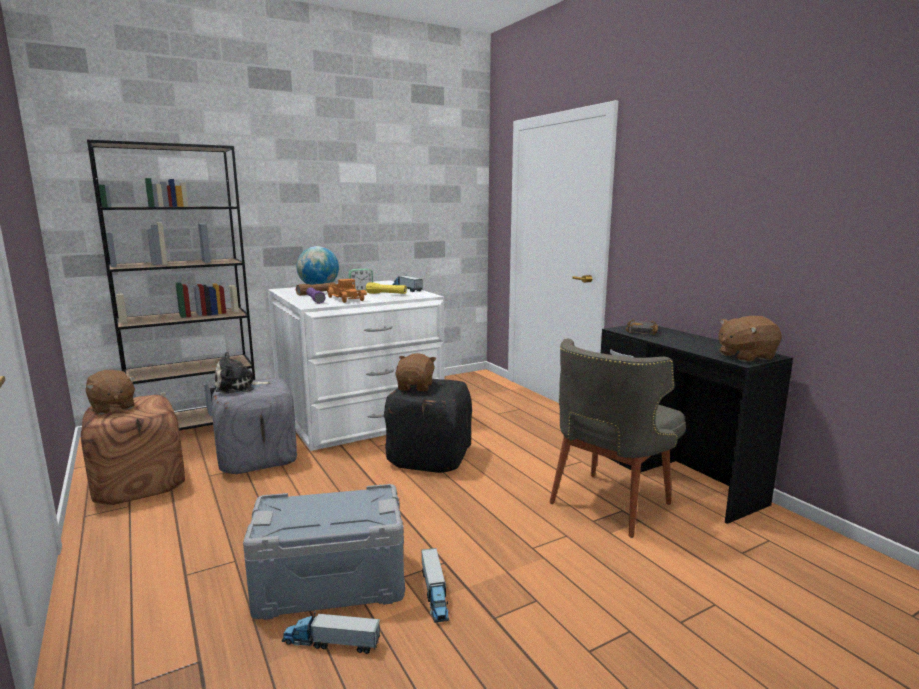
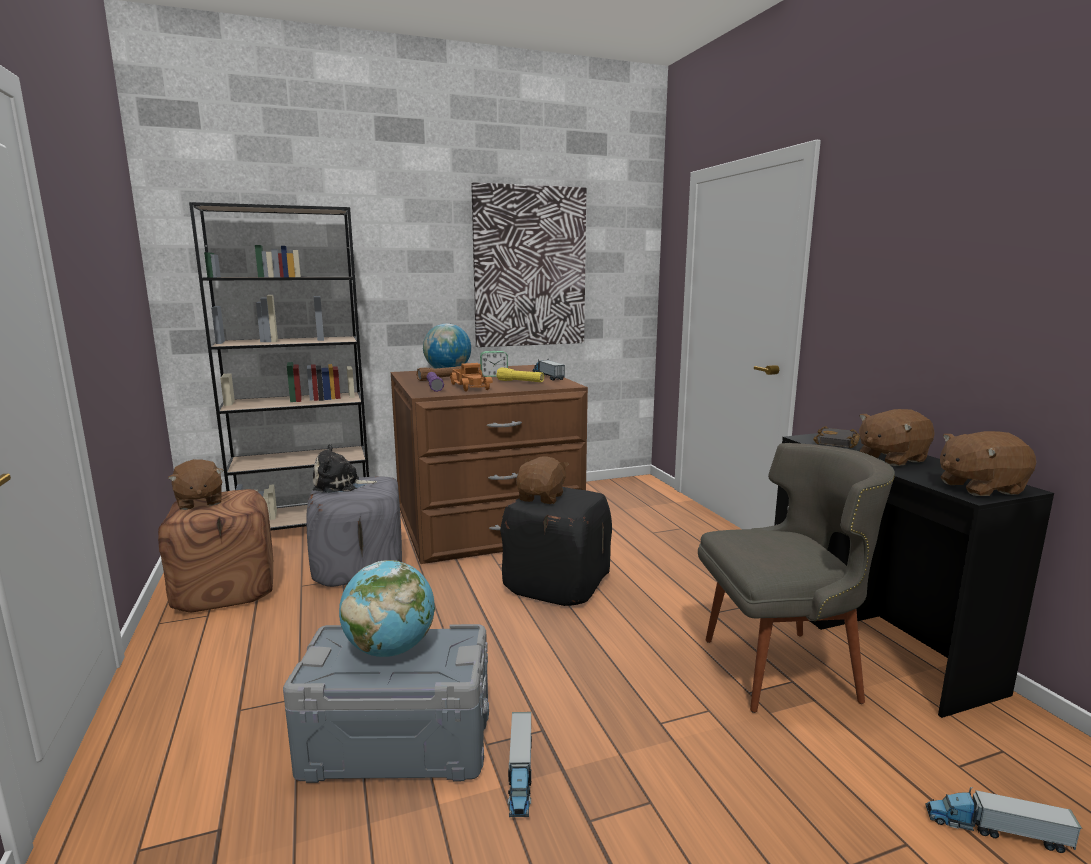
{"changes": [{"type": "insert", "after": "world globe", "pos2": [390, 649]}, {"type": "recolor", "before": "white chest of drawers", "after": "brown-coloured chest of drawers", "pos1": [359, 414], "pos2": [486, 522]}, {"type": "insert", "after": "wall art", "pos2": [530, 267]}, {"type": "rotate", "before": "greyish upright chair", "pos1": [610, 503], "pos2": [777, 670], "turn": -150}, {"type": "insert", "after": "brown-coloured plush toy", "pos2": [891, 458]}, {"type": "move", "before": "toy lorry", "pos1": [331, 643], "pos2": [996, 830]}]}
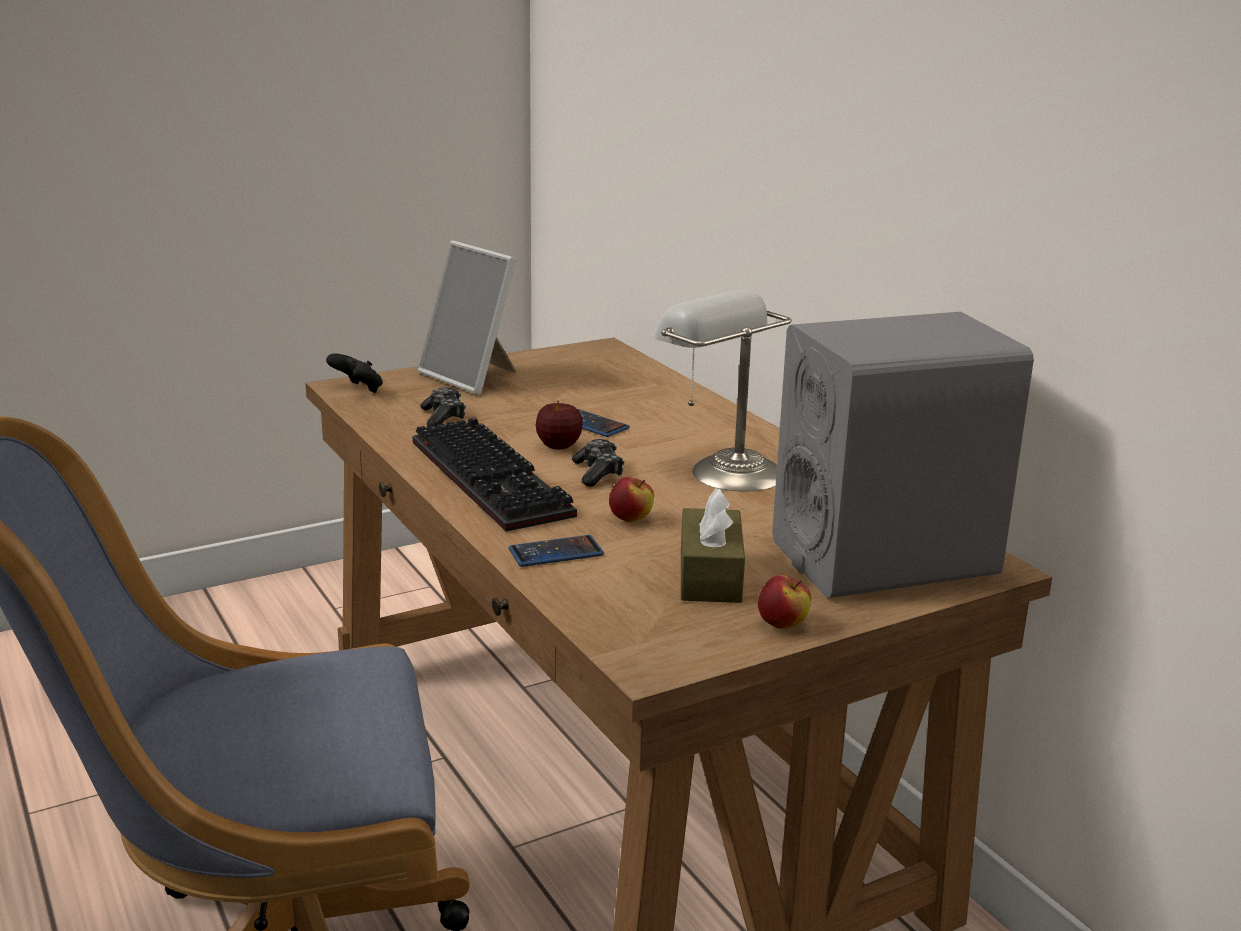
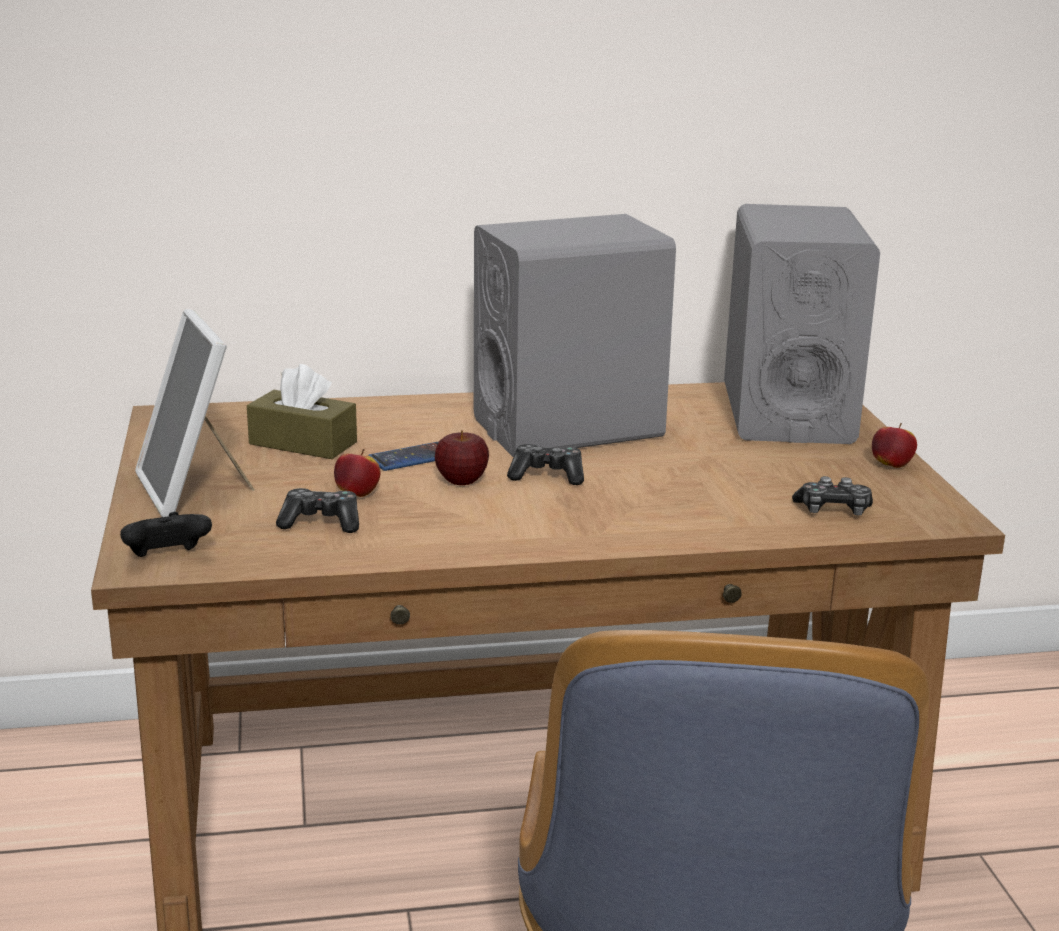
{"changes": [{"type": "rotate", "before": "standing frame", "pos1": [473, 377], "pos2": [194, 490], "turn": 90}, {"type": "move", "before": "brown-coloured box of tissues", "pos1": [710, 575], "pos2": [303, 443]}, {"type": "move", "before": "apple fruit", "pos1": [631, 519], "pos2": [357, 494]}, {"type": "replace", "before": "white lamp for a table", "after": "greyish audio speaker", "pos1": [721, 467], "pos2": [568, 428]}, {"type": "insert", "after": "joypad", "pos2": [833, 510]}, {"type": "delete", "before": "keyboard", "pos1": [496, 479]}, {"type": "delete", "before": "handset", "pos1": [556, 552]}]}
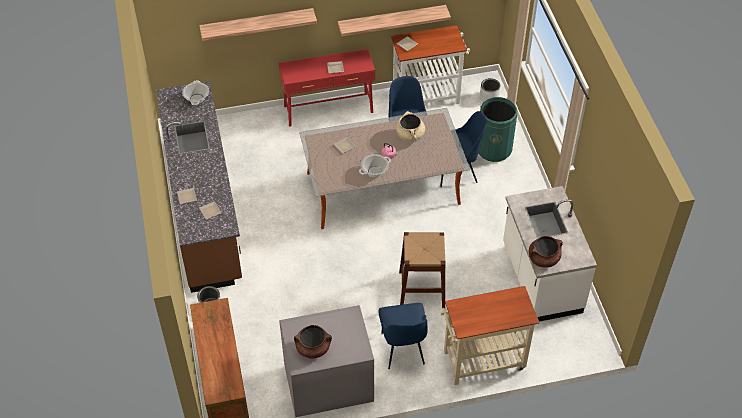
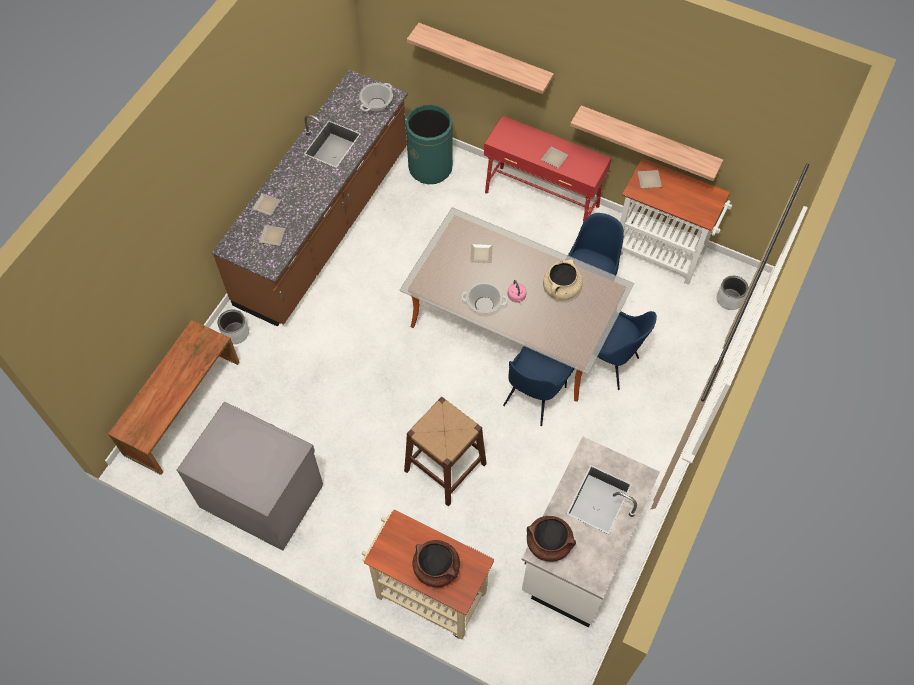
{"changes": [{"type": "move", "before": "green-coloured rubbish bin", "pos1": [494, 149], "pos2": [430, 168]}, {"type": "move", "before": "brown-coloured stockpot", "pos1": [313, 348], "pos2": [436, 568]}, {"type": "move", "before": "bluish upright chair", "pos1": [403, 349], "pos2": [534, 397]}]}
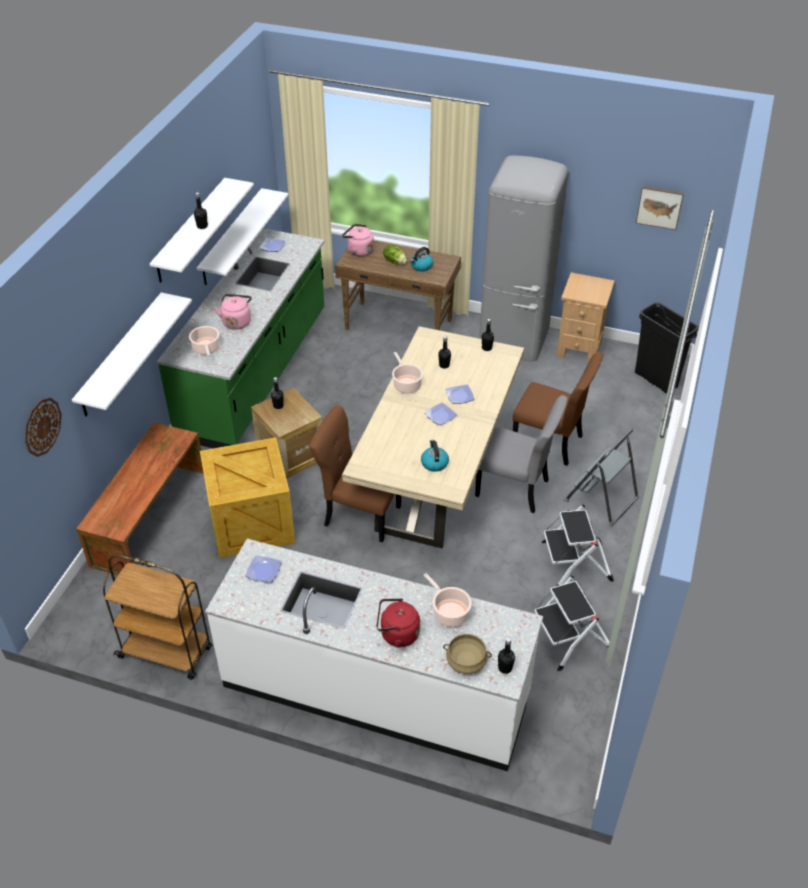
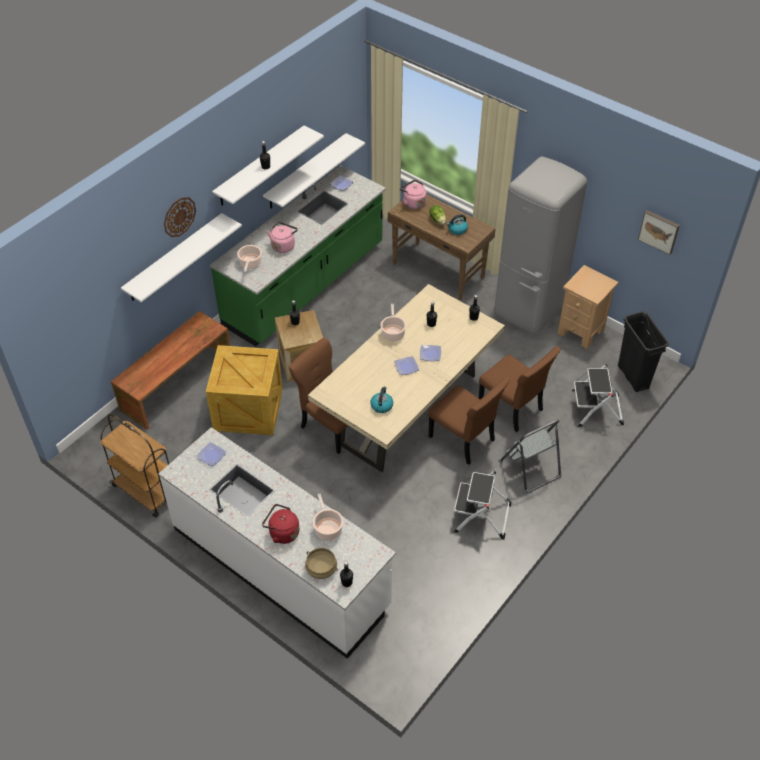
{"changes": [{"type": "move", "before": "clock on the wall", "pos1": [42, 426], "pos2": [179, 216]}, {"type": "recolor", "before": "greyish upright chair", "after": "brown-coloured upright chair", "pos1": [515, 489], "pos2": [463, 440]}, {"type": "move", "before": "stepladder", "pos1": [570, 636], "pos2": [596, 408]}]}
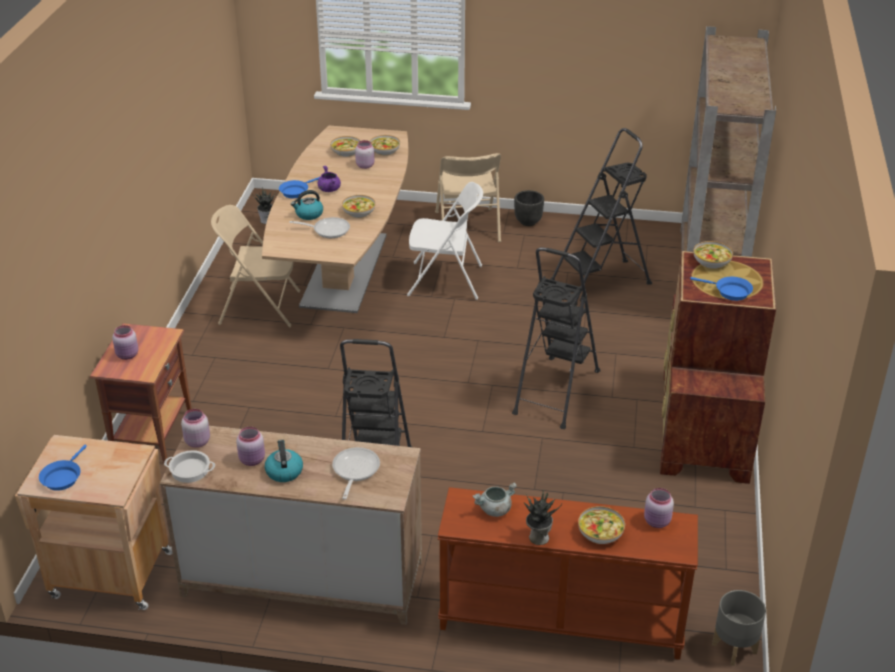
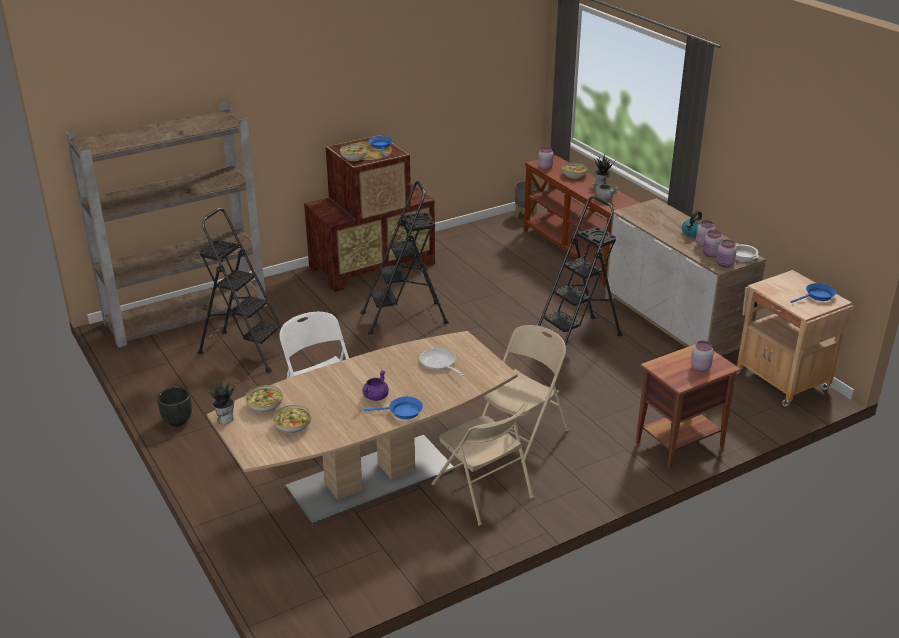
{"changes": [{"type": "move", "before": "potted plant", "pos1": [267, 221], "pos2": [225, 418]}, {"type": "move", "before": "beige upright chair", "pos1": [467, 227], "pos2": [522, 433]}, {"type": "move", "before": "pink-coloured storage jar", "pos1": [365, 165], "pos2": [711, 255]}, {"type": "delete", "before": "water kettle", "pos1": [308, 214]}, {"type": "delete", "before": "pan", "pos1": [354, 471]}, {"type": "delete", "before": "deep dish", "pos1": [358, 212]}]}
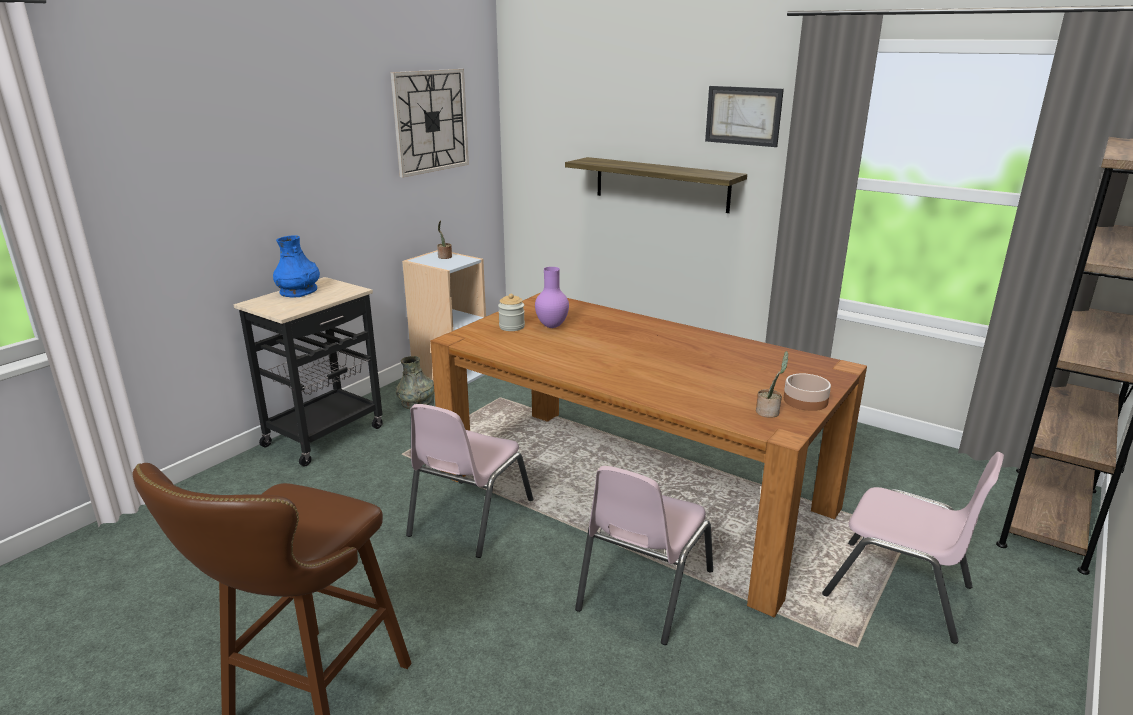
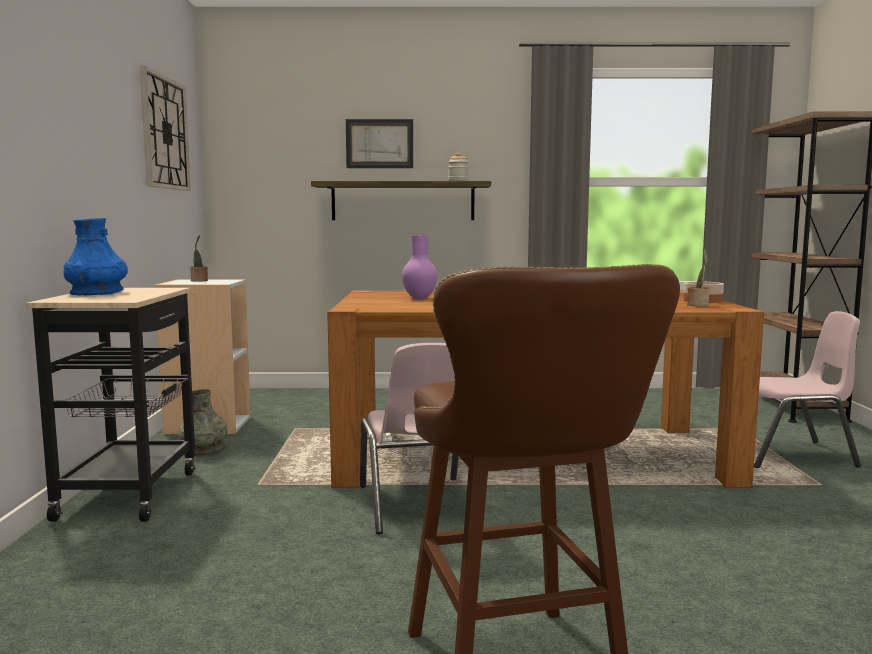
{"changes": [{"type": "move", "before": "wall art", "pos1": [743, 116], "pos2": [379, 144]}, {"type": "move", "before": "storage jar", "pos1": [511, 327], "pos2": [458, 181]}, {"type": "delete", "before": "pink-coloured upright chair", "pos1": [643, 590]}]}
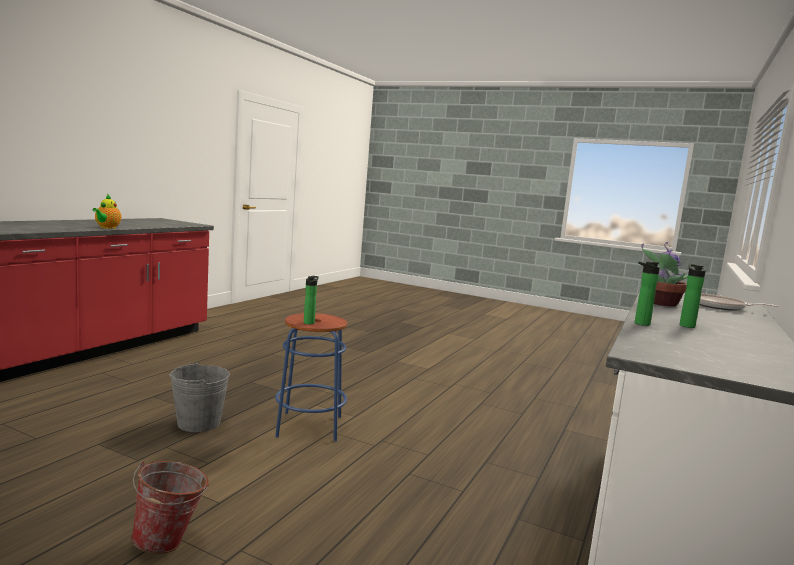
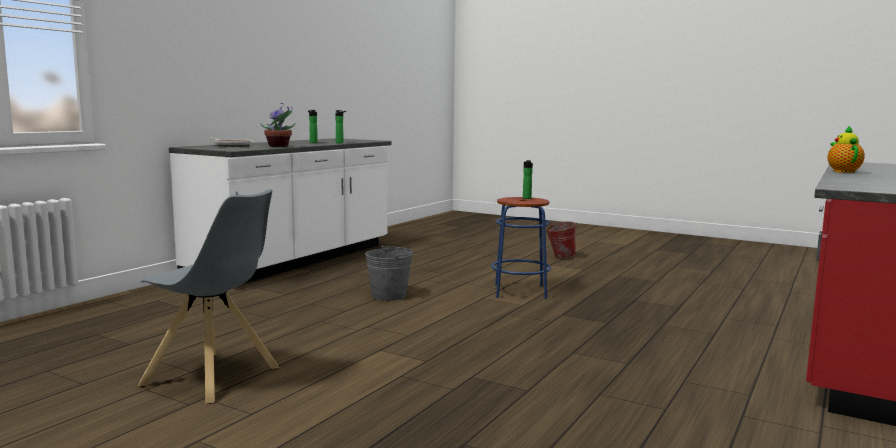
{"changes": [{"type": "insert", "after": "greyish upright chair", "pos2": [214, 377]}, {"type": "move", "before": "greyish bucket", "pos1": [199, 423], "pos2": [389, 295]}]}
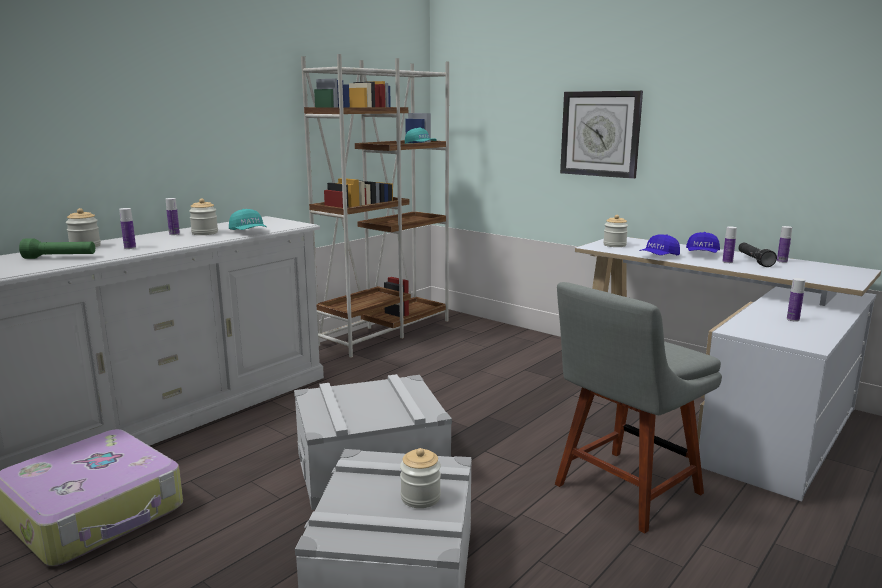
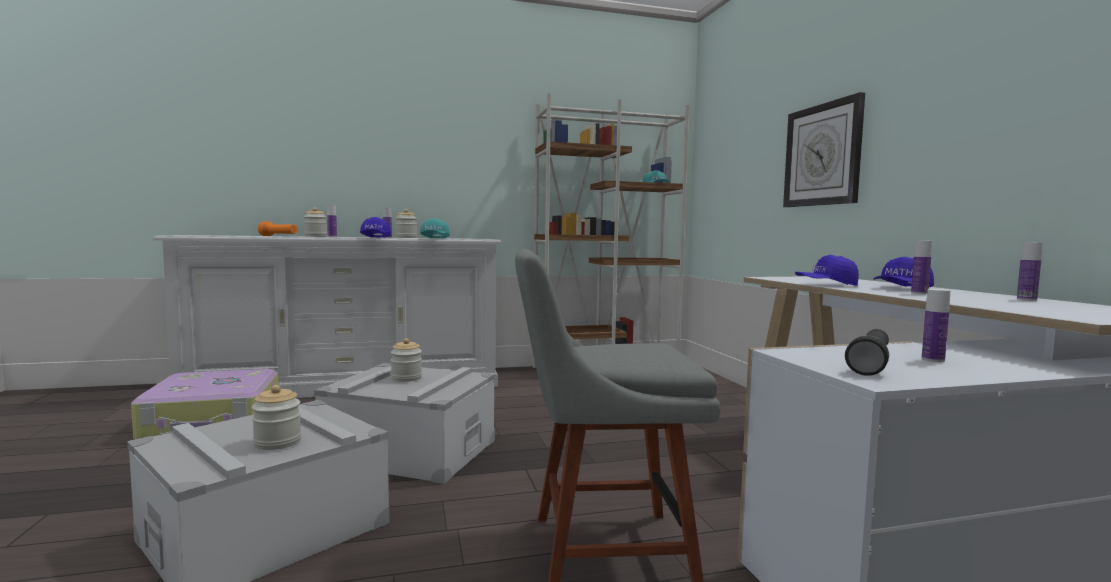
{"changes": [{"type": "recolor", "before": "green-coloured hand torch", "after": "orangey hand torch", "pos1": [60, 258], "pos2": [279, 236]}, {"type": "insert", "after": "bluish peaked cap", "pos2": [375, 237]}, {"type": "move", "before": "storage jar", "pos1": [614, 245], "pos2": [406, 378]}, {"type": "move", "before": "black hand torch", "pos1": [754, 261], "pos2": [870, 364]}]}
